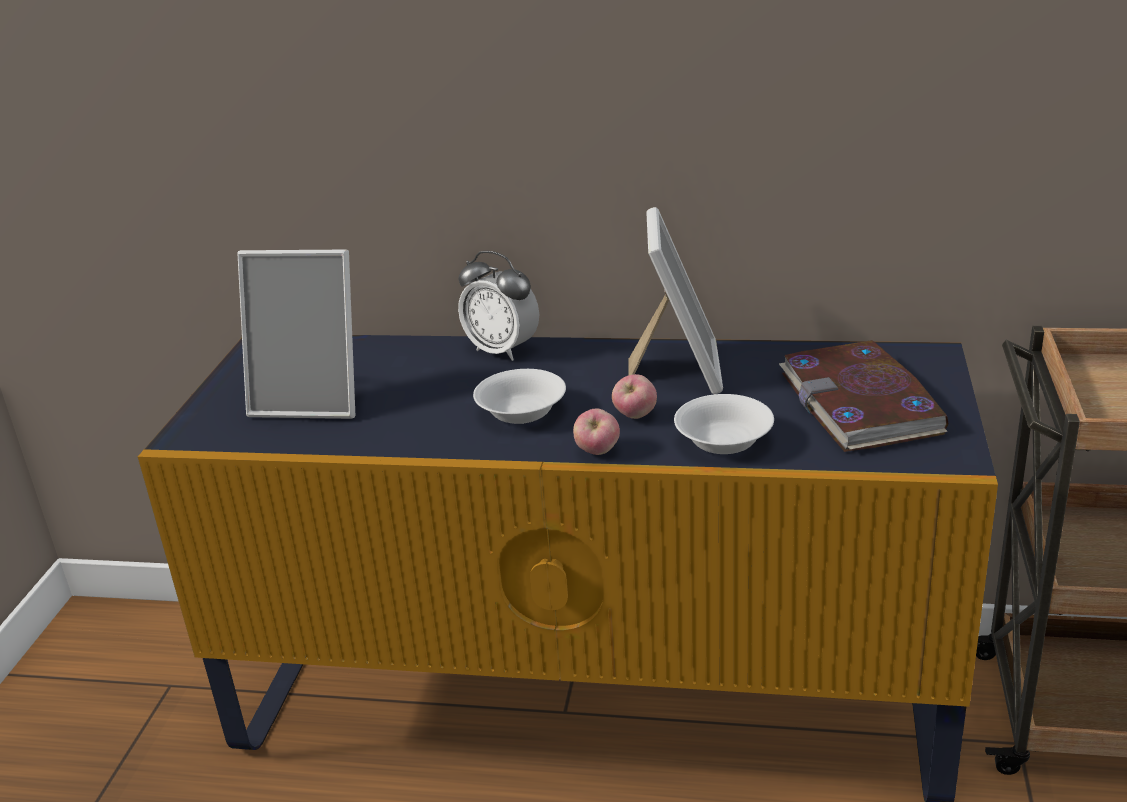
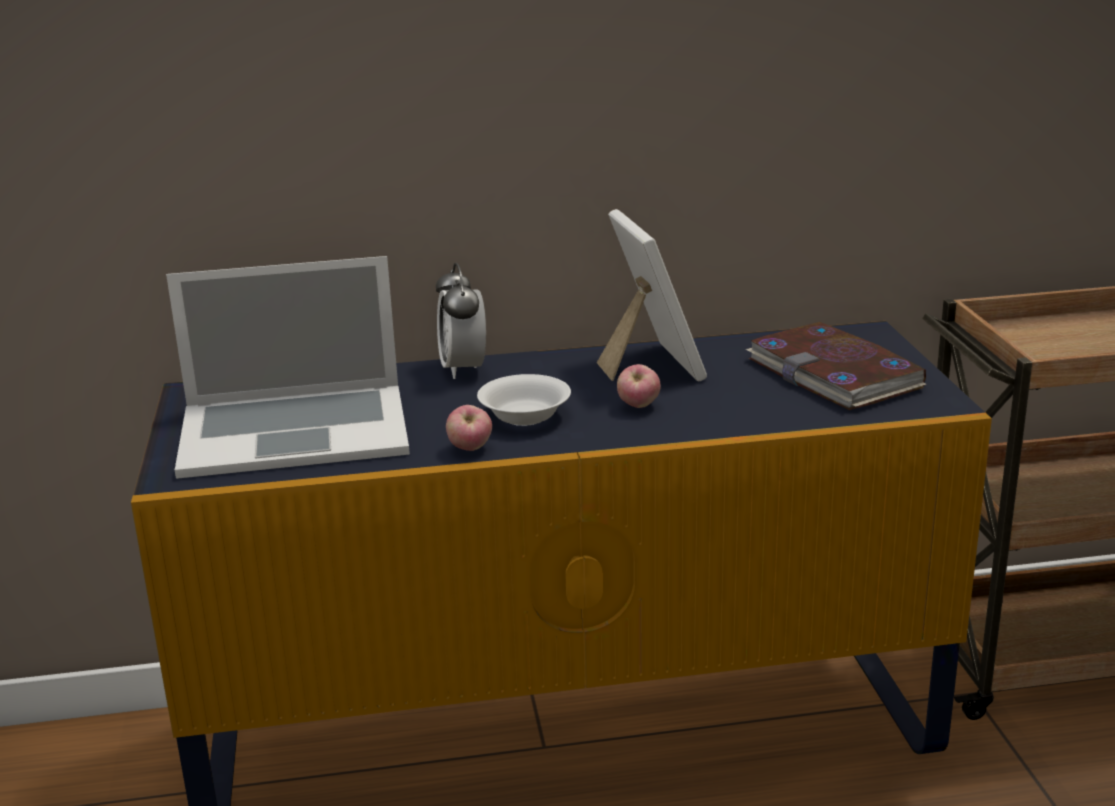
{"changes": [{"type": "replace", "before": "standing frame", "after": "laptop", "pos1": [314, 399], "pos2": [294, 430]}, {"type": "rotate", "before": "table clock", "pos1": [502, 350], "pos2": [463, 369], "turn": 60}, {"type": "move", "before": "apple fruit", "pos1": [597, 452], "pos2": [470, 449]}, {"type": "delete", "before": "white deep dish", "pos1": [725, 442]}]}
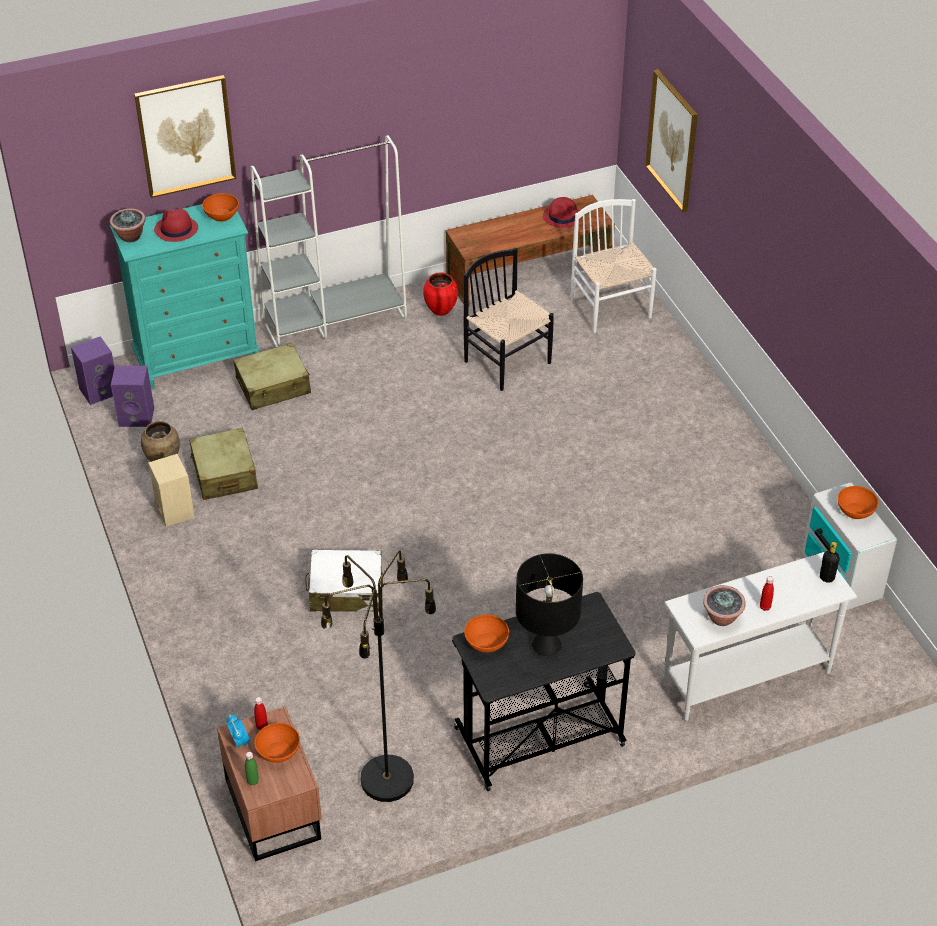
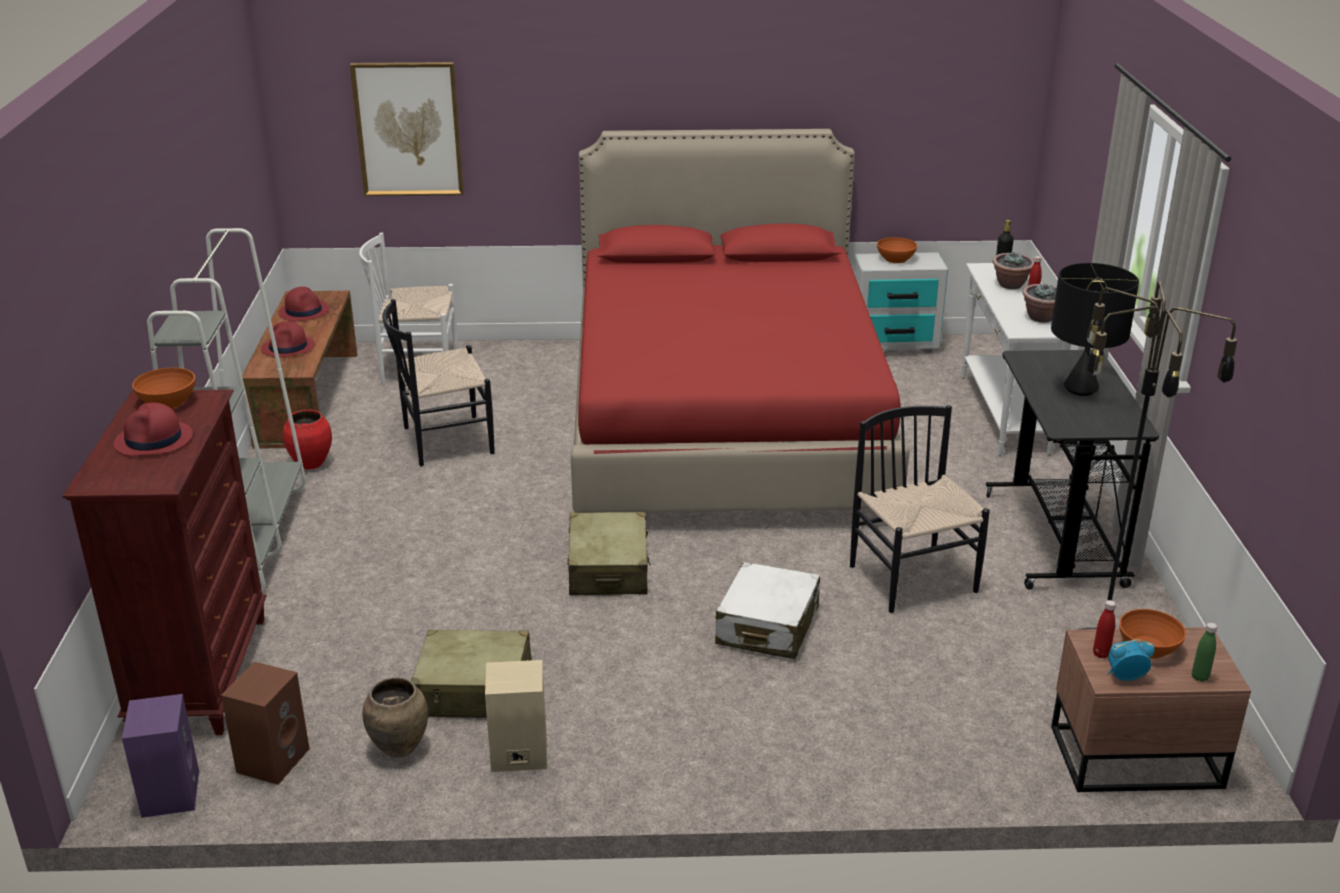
{"changes": [{"type": "recolor", "before": "blue-green chest of drawers", "after": "reddish chest of drawers", "pos1": [198, 360], "pos2": [201, 674]}, {"type": "recolor", "before": "purple audio speaker", "after": "brown-coloured audio speaker", "pos1": [137, 416], "pos2": [273, 759]}, {"type": "insert", "after": "reddish hat", "pos2": [288, 347]}, {"type": "move", "before": "beige piece of luggage", "pos1": [273, 386], "pos2": [608, 569]}, {"type": "insert", "after": "reddish bed", "pos2": [724, 423]}, {"type": "insert", "after": "black upright chair", "pos2": [910, 576]}, {"type": "move", "before": "potted plant", "pos1": [130, 237], "pos2": [1011, 285]}, {"type": "delete", "before": "wall art", "pos1": [185, 136]}, {"type": "delete", "before": "orangey deep dish", "pos1": [486, 642]}]}
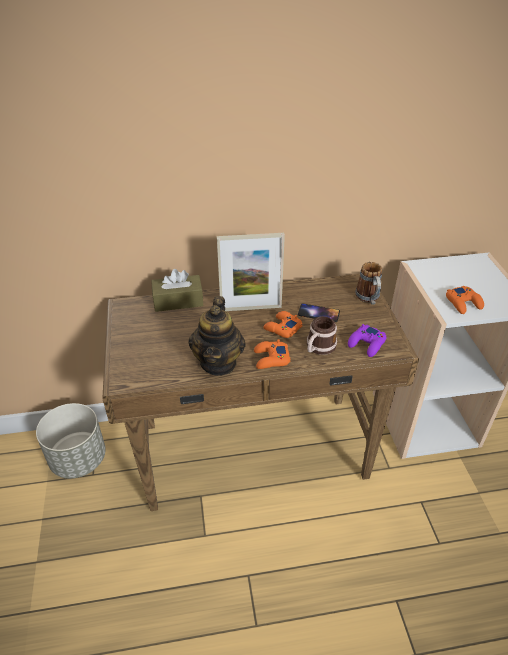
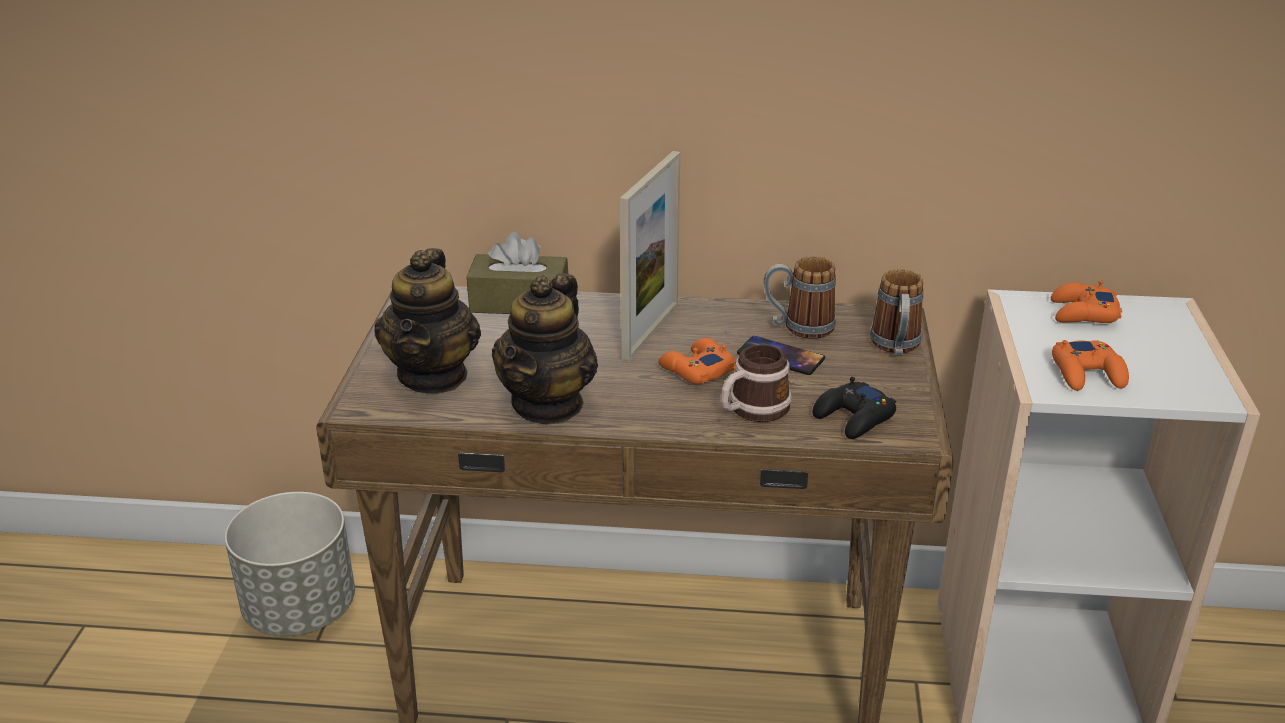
{"changes": [{"type": "insert", "after": "pot for tea", "pos2": [433, 375]}, {"type": "rotate", "before": "standing frame", "pos1": [251, 308], "pos2": [651, 331], "turn": -75}, {"type": "insert", "after": "tea mug", "pos2": [798, 327]}, {"type": "recolor", "before": "purple joypad", "after": "black joypad", "pos1": [367, 344], "pos2": [854, 418]}, {"type": "move", "before": "orangey joypad", "pos1": [271, 359], "pos2": [1083, 313]}]}
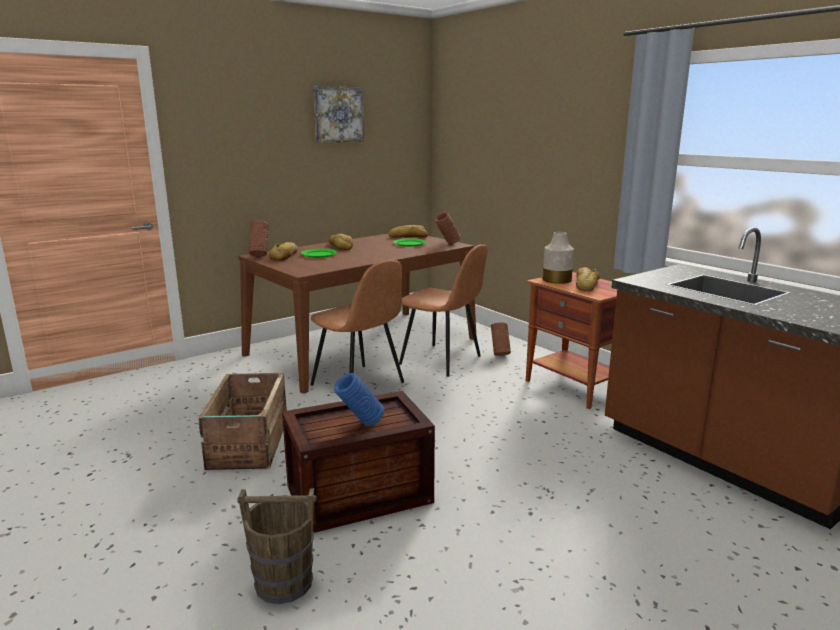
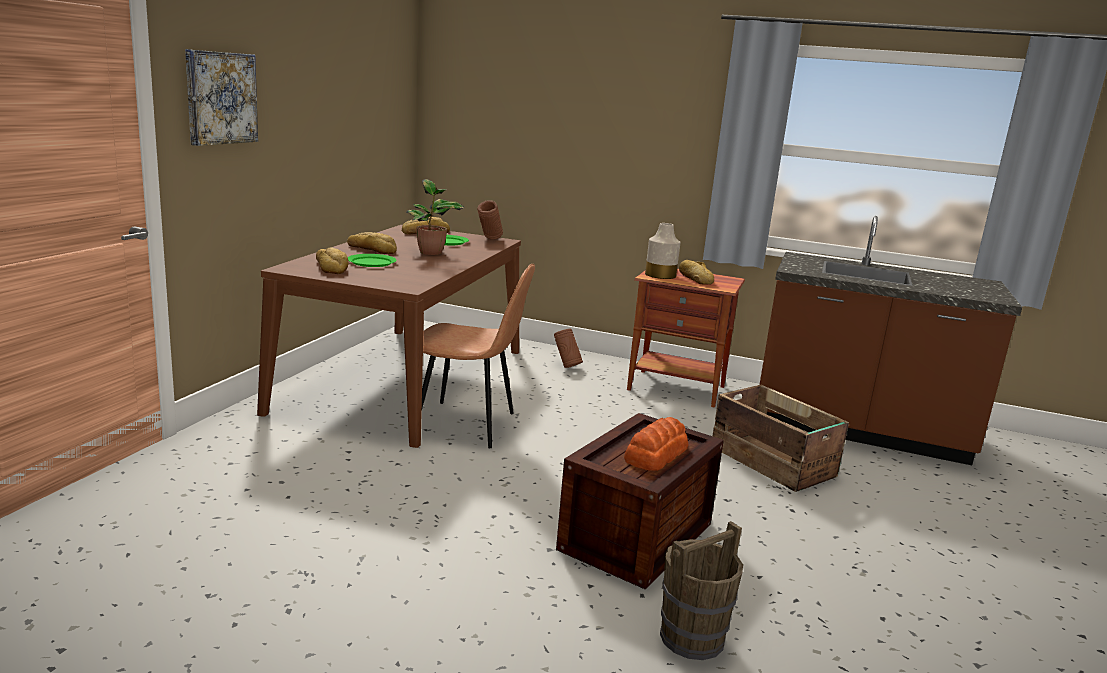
{"changes": [{"type": "move", "before": "wall art", "pos1": [338, 114], "pos2": [220, 98]}, {"type": "insert", "after": "potted plant", "pos2": [432, 252]}, {"type": "replace", "before": "bluish decorative vase", "after": "bread", "pos1": [360, 424], "pos2": [655, 454]}, {"type": "move", "before": "shipping crate", "pos1": [248, 444], "pos2": [773, 463]}, {"type": "delete", "before": "brown-coloured decorative vase", "pos1": [260, 255]}, {"type": "delete", "before": "brown-coloured upright chair", "pos1": [442, 360]}]}
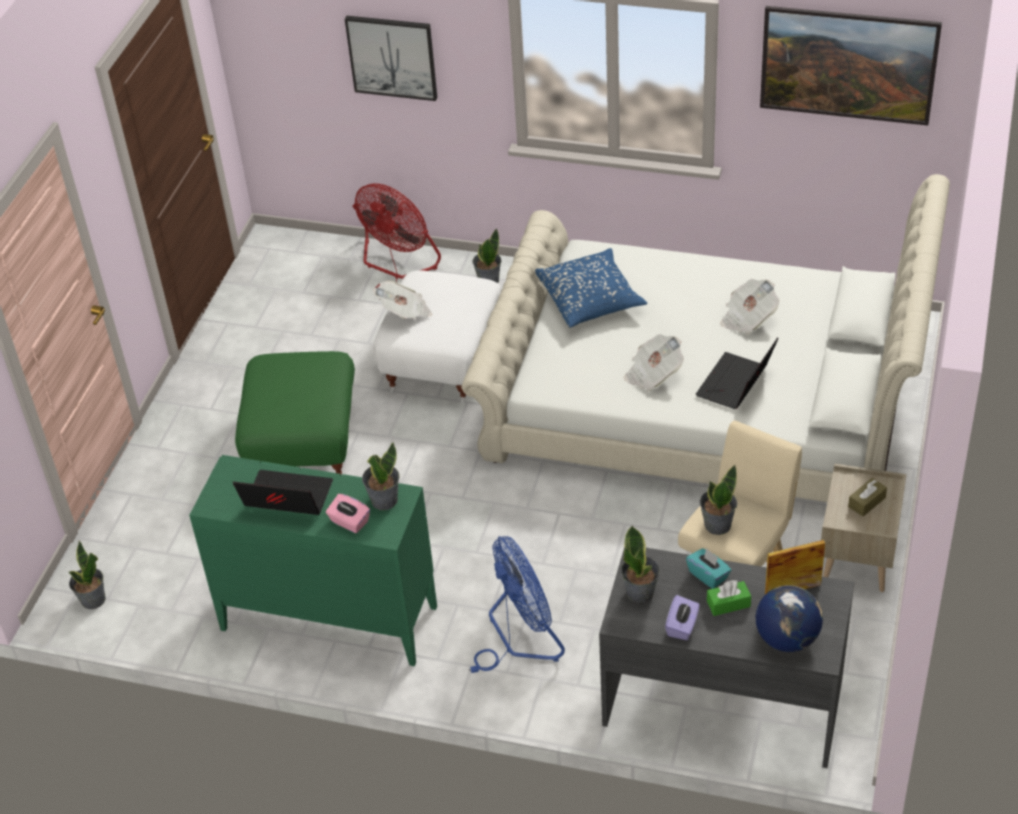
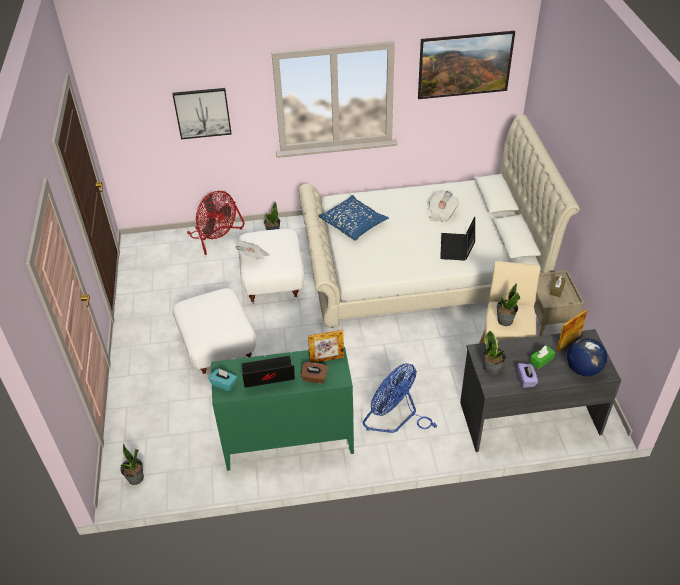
{"changes": [{"type": "recolor", "before": "green-coloured ottoman", "after": "white ottoman", "pos1": [303, 443], "pos2": [217, 347]}, {"type": "rotate", "before": "reddish fan", "pos1": [393, 266], "pos2": [215, 238], "turn": 120}, {"type": "move", "before": "blue-green box of tissues", "pos1": [708, 575], "pos2": [224, 384]}, {"type": "recolor", "before": "pink-coloured box of tissues", "after": "brown-coloured box of tissues", "pos1": [349, 522], "pos2": [314, 378]}, {"type": "replace", "before": "potted plant", "after": "standing frame", "pos1": [384, 500], "pos2": [326, 359]}, {"type": "rotate", "before": "bluish fan", "pos1": [516, 633], "pos2": [399, 416], "turn": -90}, {"type": "delete", "before": "newspaper", "pos1": [653, 374]}]}
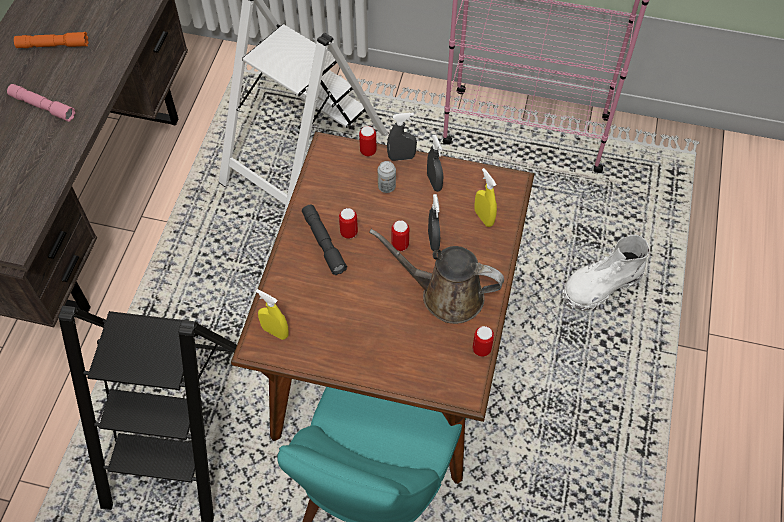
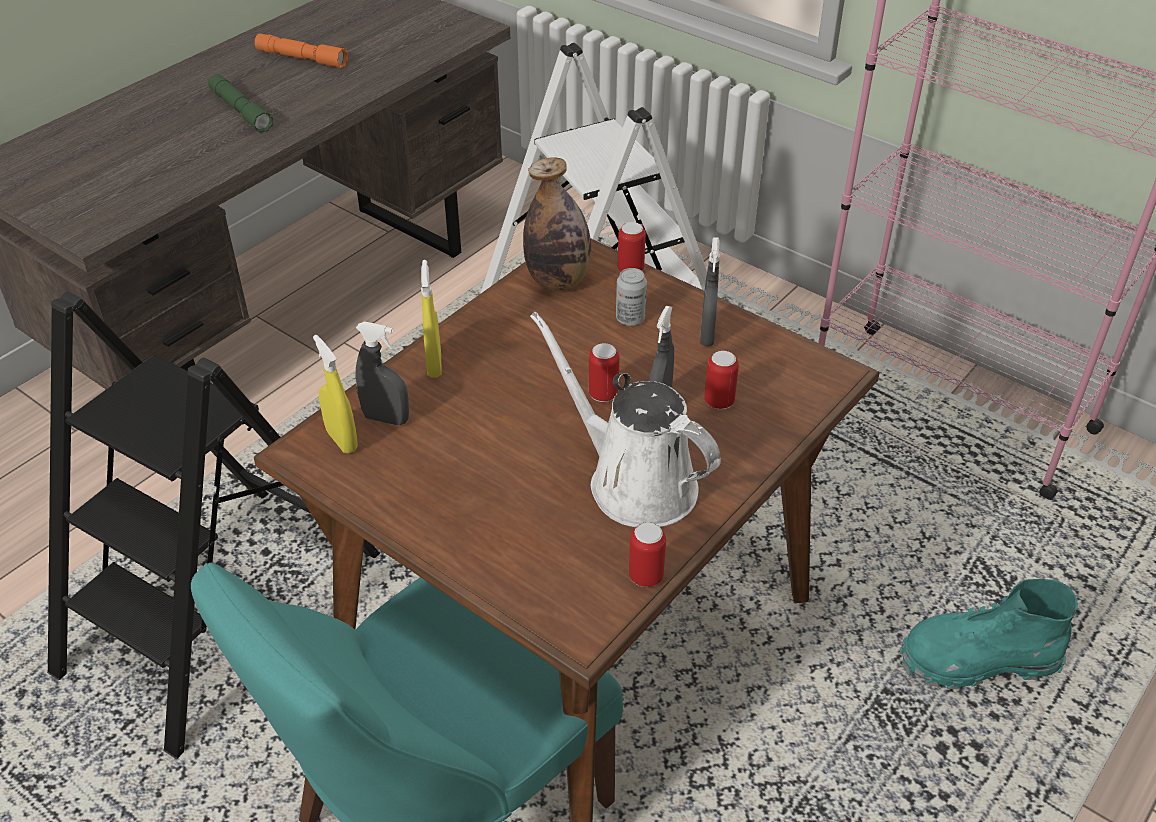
{"changes": [{"type": "recolor", "before": "pink-coloured hand torch", "after": "green-coloured hand torch", "pos1": [42, 106], "pos2": [241, 111]}, {"type": "move", "before": "greyish hand sprayer", "pos1": [401, 157], "pos2": [386, 418]}, {"type": "move", "before": "yellowish hand sprayer", "pos1": [483, 218], "pos2": [434, 365]}, {"type": "insert", "after": "bottle", "pos2": [558, 281]}, {"type": "recolor", "before": "brown-coloured watering can", "after": "white watering can", "pos1": [446, 295], "pos2": [634, 482]}, {"type": "move", "before": "can", "pos1": [349, 232], "pos2": [719, 402]}, {"type": "recolor", "before": "white tall boot", "after": "blue-green tall boot", "pos1": [600, 286], "pos2": [977, 660]}, {"type": "delete", "before": "greyish hand torch", "pos1": [323, 243]}]}
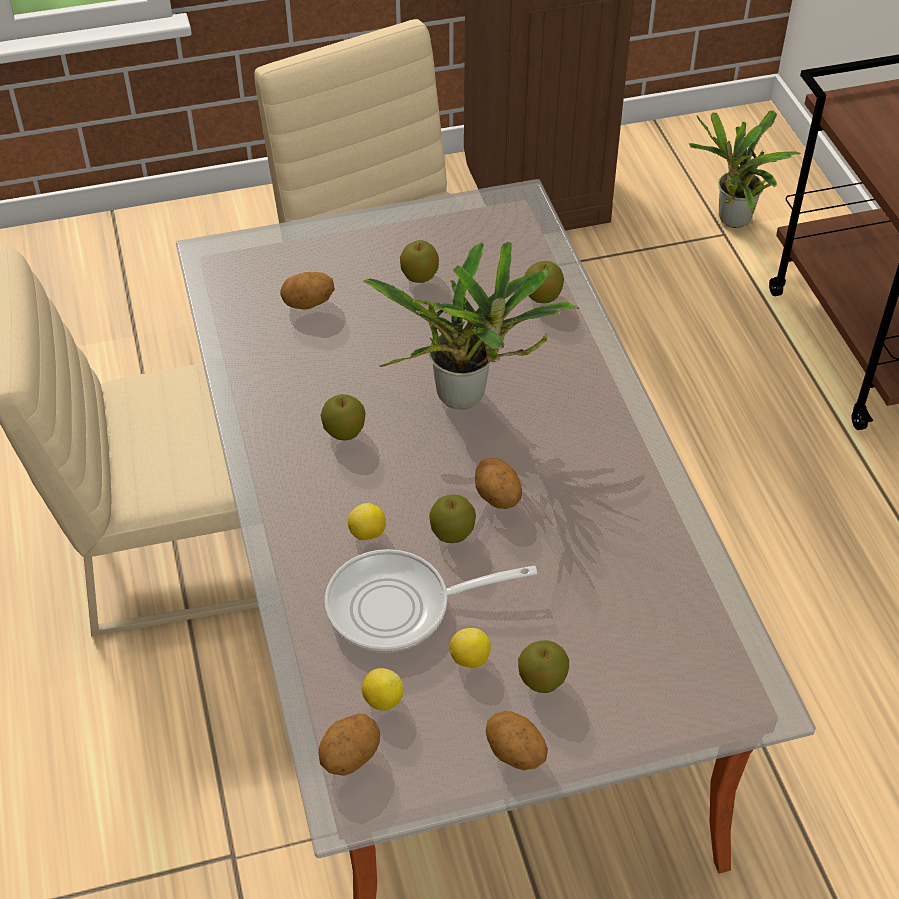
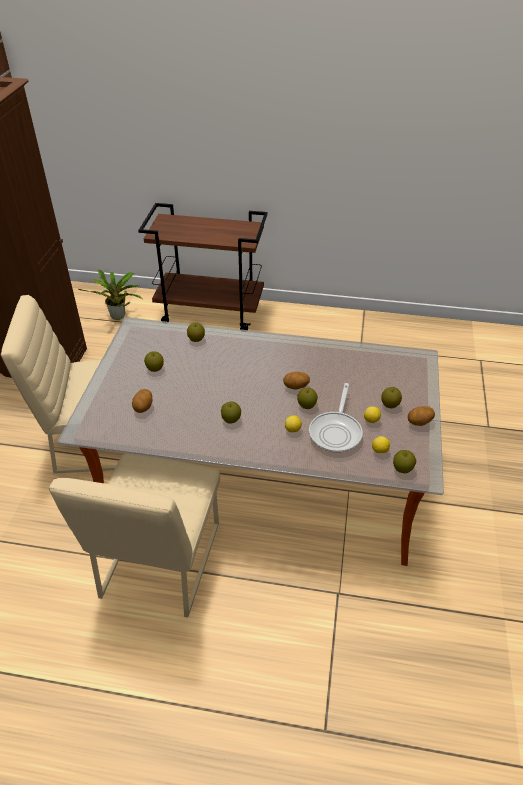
{"changes": [{"type": "replace", "before": "spud", "after": "apple fruit", "pos1": [350, 756], "pos2": [402, 468]}, {"type": "delete", "before": "potted plant", "pos1": [468, 397]}]}
